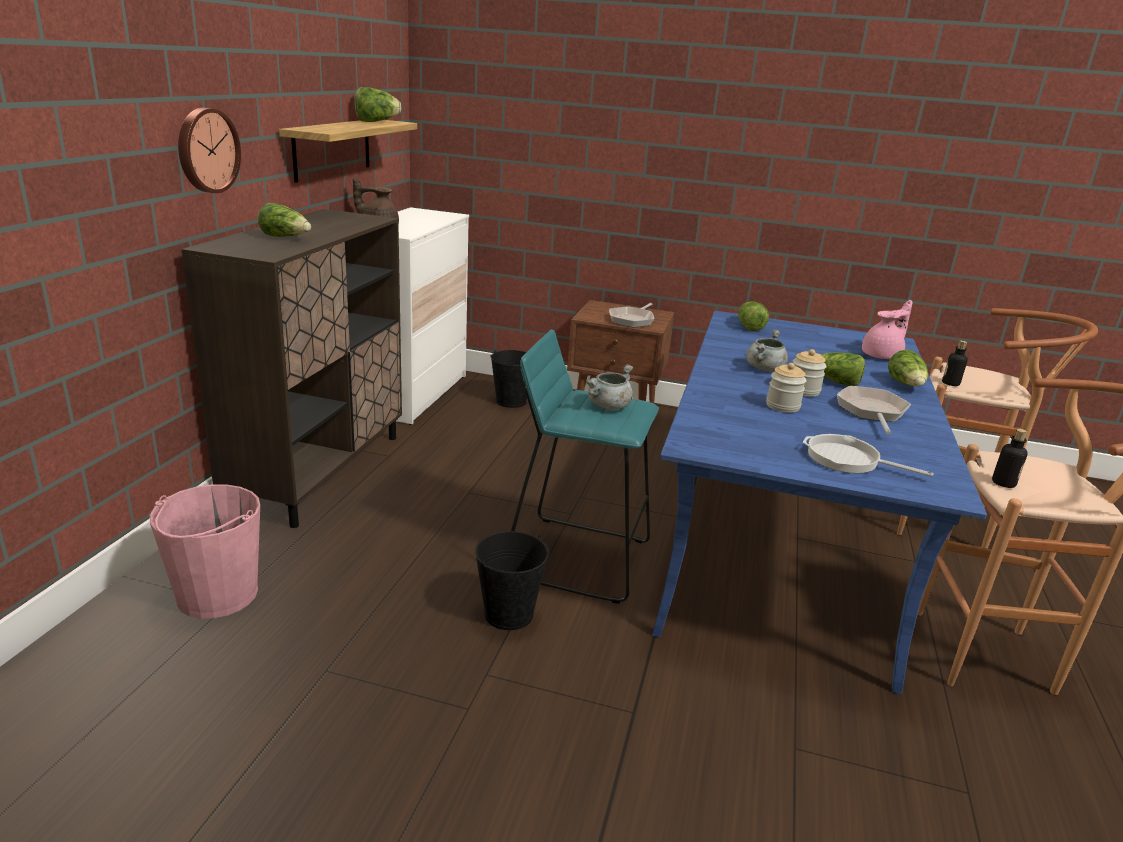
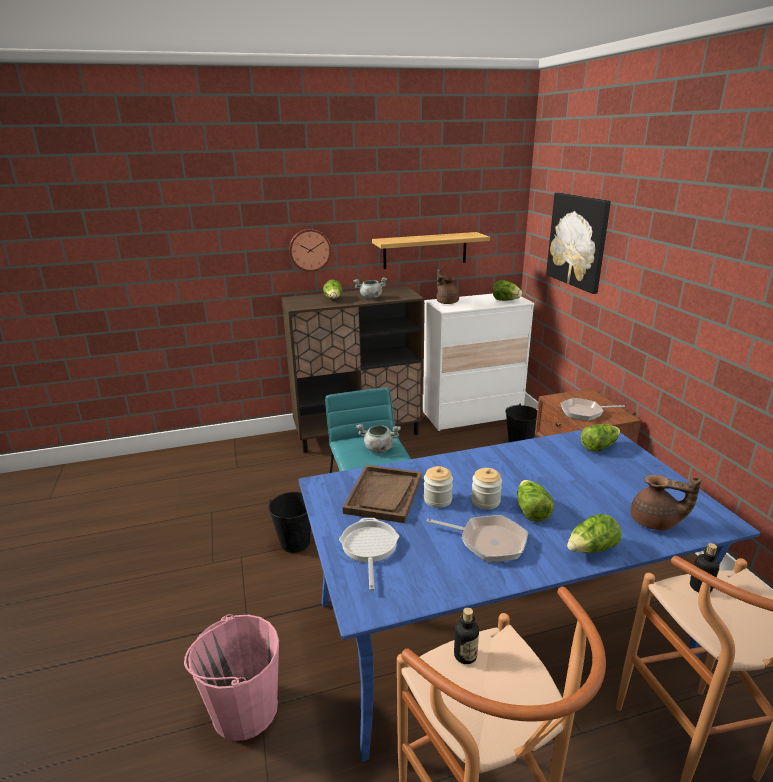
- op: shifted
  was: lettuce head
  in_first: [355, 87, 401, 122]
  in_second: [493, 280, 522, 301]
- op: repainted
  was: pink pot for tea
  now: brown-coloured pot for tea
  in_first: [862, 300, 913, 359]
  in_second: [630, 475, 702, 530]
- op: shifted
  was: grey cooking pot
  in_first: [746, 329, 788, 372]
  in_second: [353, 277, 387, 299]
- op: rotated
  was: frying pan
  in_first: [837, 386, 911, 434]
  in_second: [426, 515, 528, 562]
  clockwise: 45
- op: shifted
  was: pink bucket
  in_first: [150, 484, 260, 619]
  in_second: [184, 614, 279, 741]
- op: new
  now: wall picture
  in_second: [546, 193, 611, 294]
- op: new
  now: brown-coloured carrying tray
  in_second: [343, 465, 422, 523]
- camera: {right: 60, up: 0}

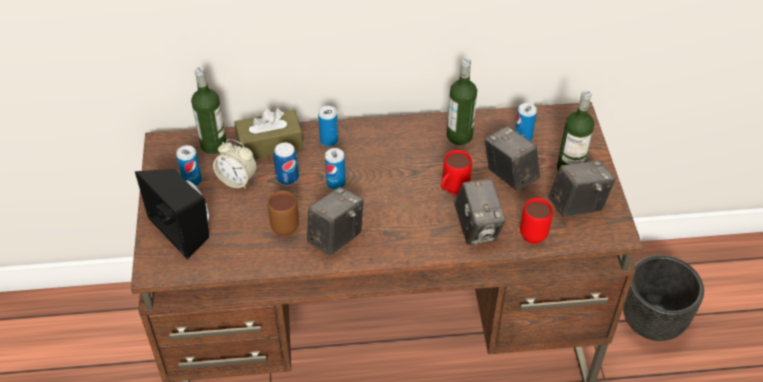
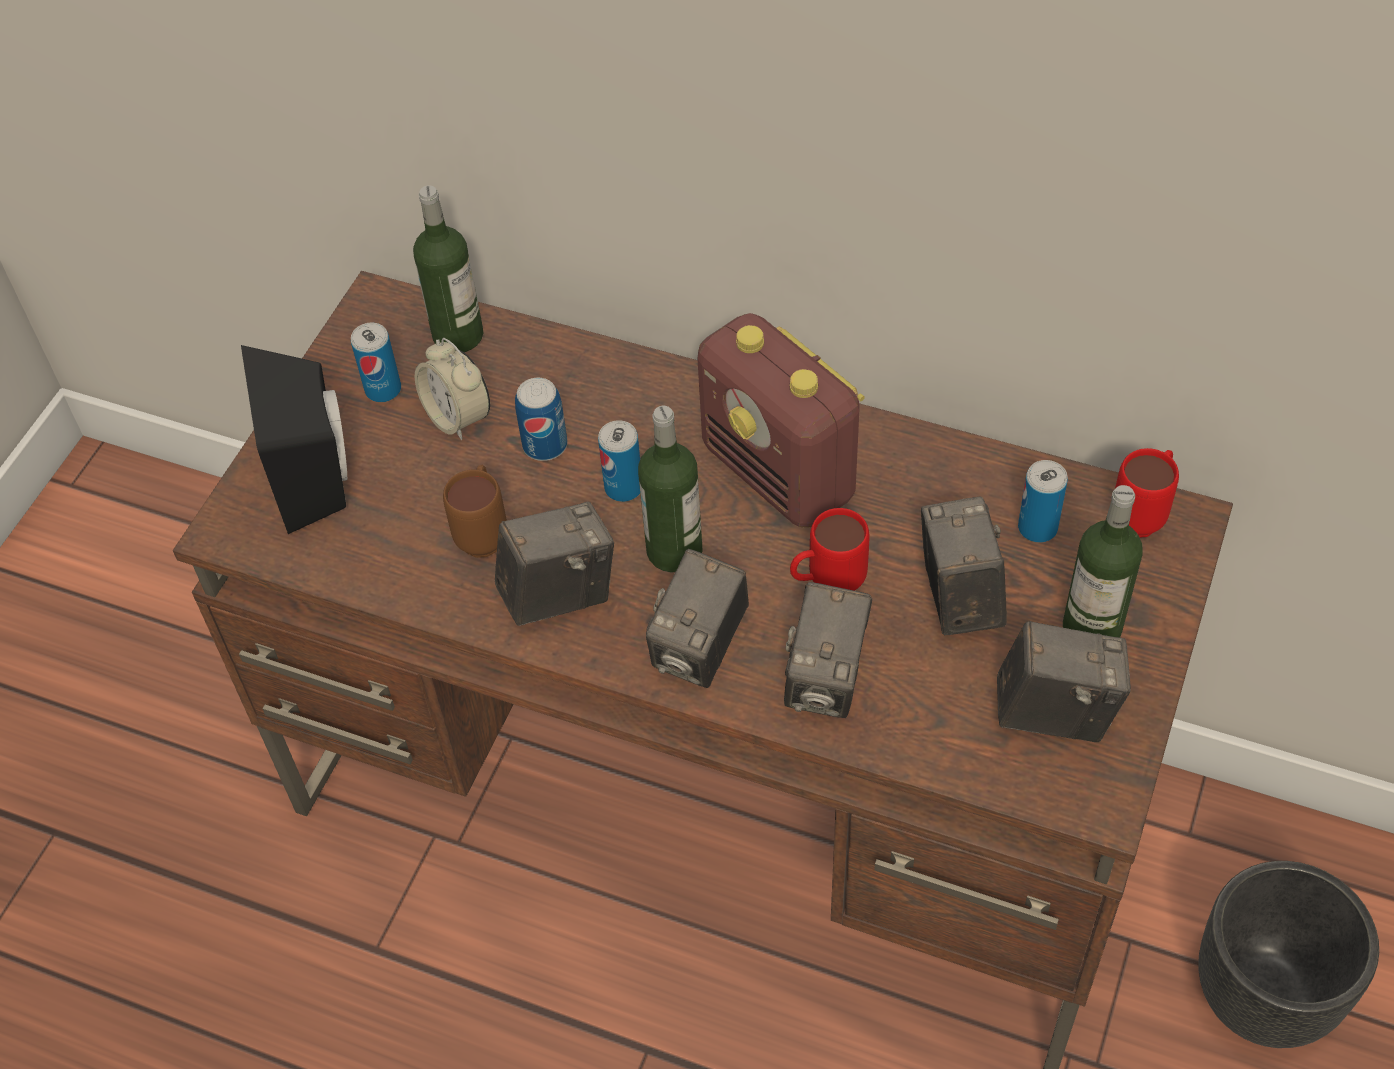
- op: shifted
  was: drink bottle
  in_first: [447, 58, 477, 145]
  in_second: [638, 406, 702, 572]
- op: gone
  was: metal can
  in_first: [318, 106, 338, 146]
- op: gone
  was: brown-coloured tissue box
  in_first: [235, 108, 303, 160]
- op: shifted
  was: red coffee mug
  in_first: [520, 196, 553, 244]
  in_second: [1115, 448, 1179, 538]
- op: new
  now: radio
  in_second: [697, 313, 865, 527]
- op: new
  now: photo camera
  in_second: [646, 549, 749, 688]
- camera: {right: 30, up: 5}

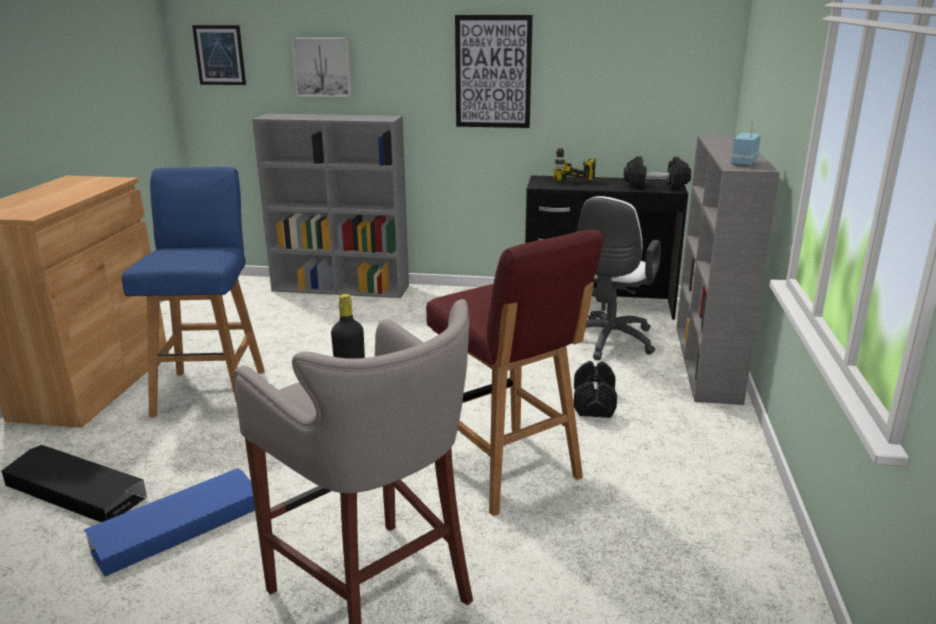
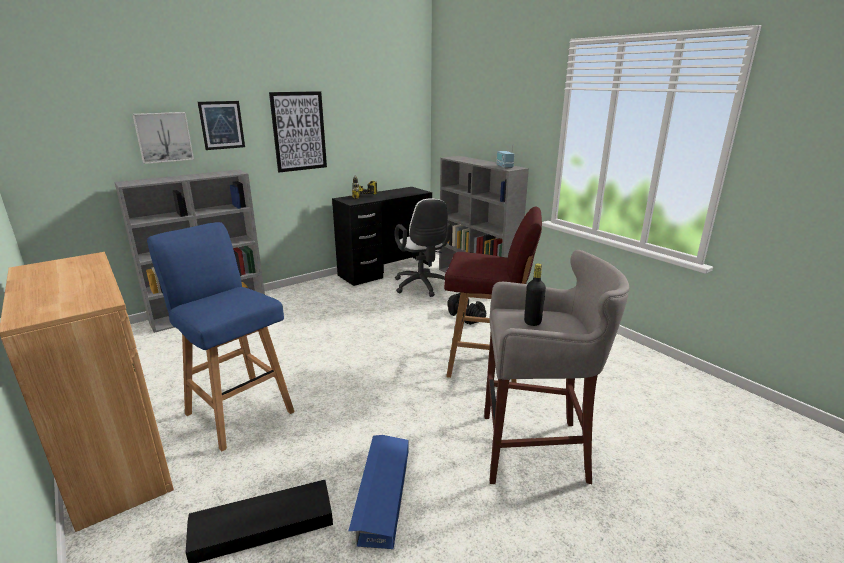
- op: shifted
  was: wall picture
  in_first: [192, 25, 246, 85]
  in_second: [198, 101, 245, 150]
- op: gone
  was: black-coloured dumbbell
  in_first: [624, 156, 691, 190]
- camera: {right: -45, up: 0}

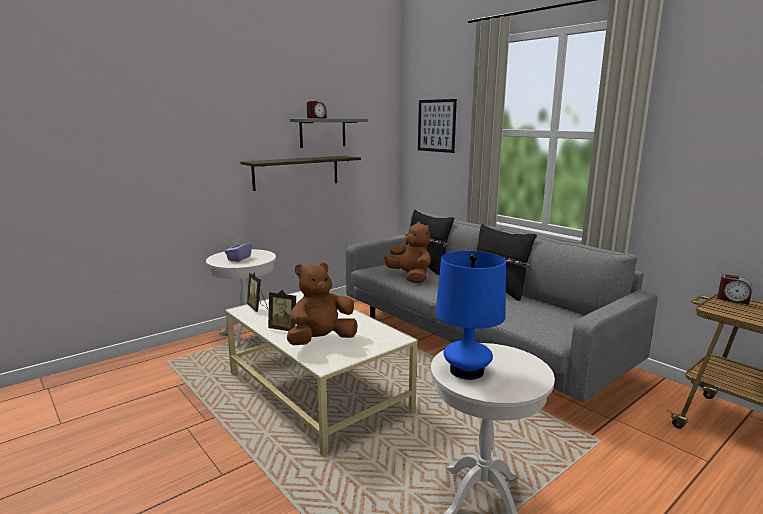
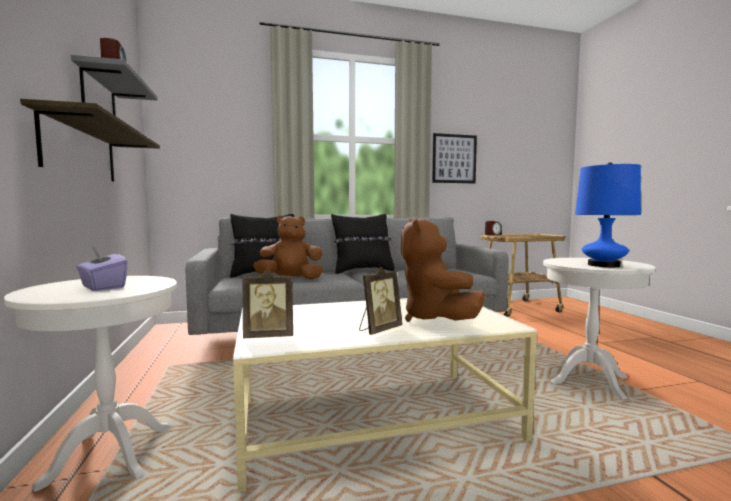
- op: shifted
  was: wall picture
  in_first: [418, 99, 457, 153]
  in_second: [432, 133, 477, 183]
- camera: {right: -65, up: -10}

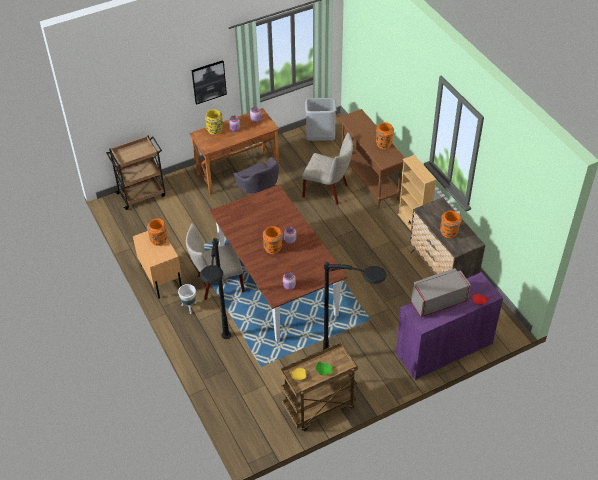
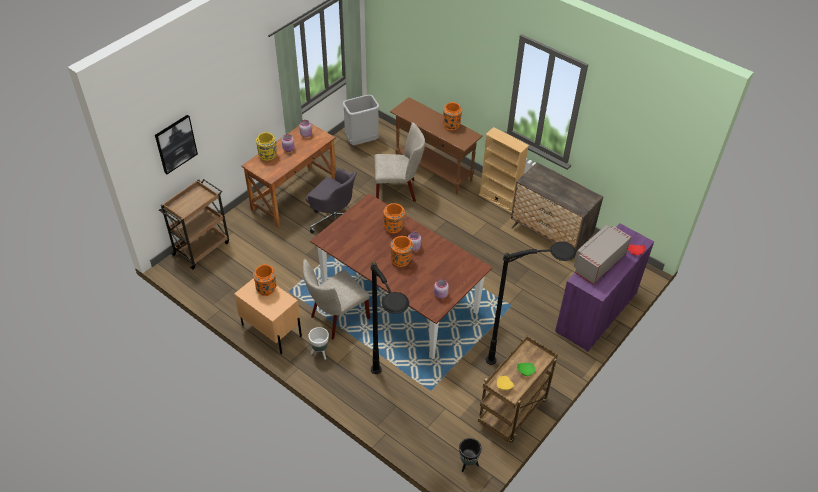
- op: shifted
  was: wall picture
  in_first: [191, 60, 227, 105]
  in_second: [155, 115, 198, 174]
- op: shifted
  was: orange-coloured decorative vase
  in_first: [440, 211, 461, 238]
  in_second: [383, 203, 405, 233]
- op: new
  now: black-coloured planter
  in_second: [459, 438, 482, 472]
- camera: {right: -25, up: 0}

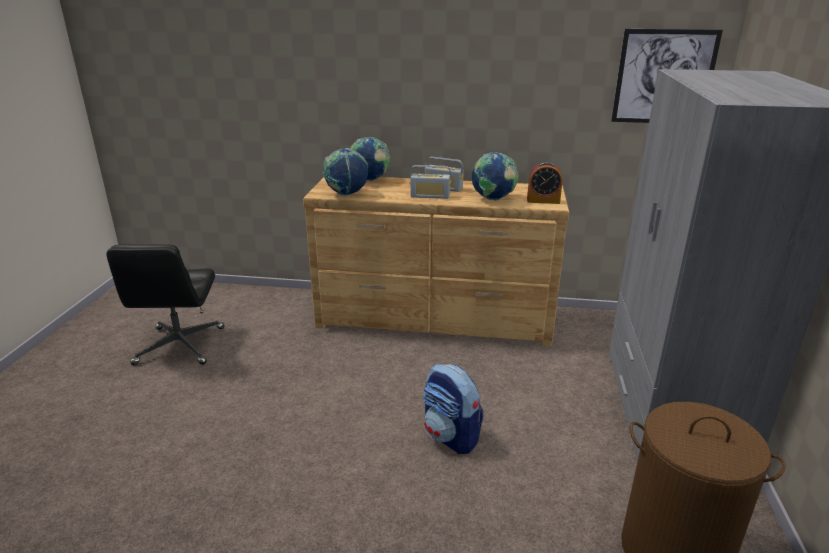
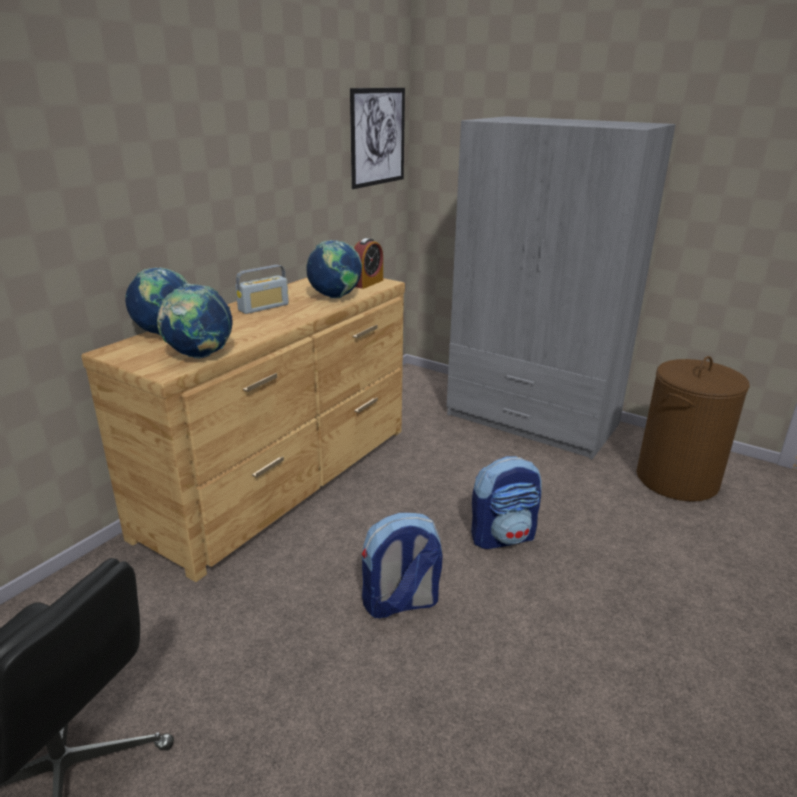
- op: gone
  was: radio
  in_first: [410, 165, 451, 199]
- op: new
  now: rucksack
  in_second: [362, 513, 443, 618]
- camera: {right: -65, up: 0}

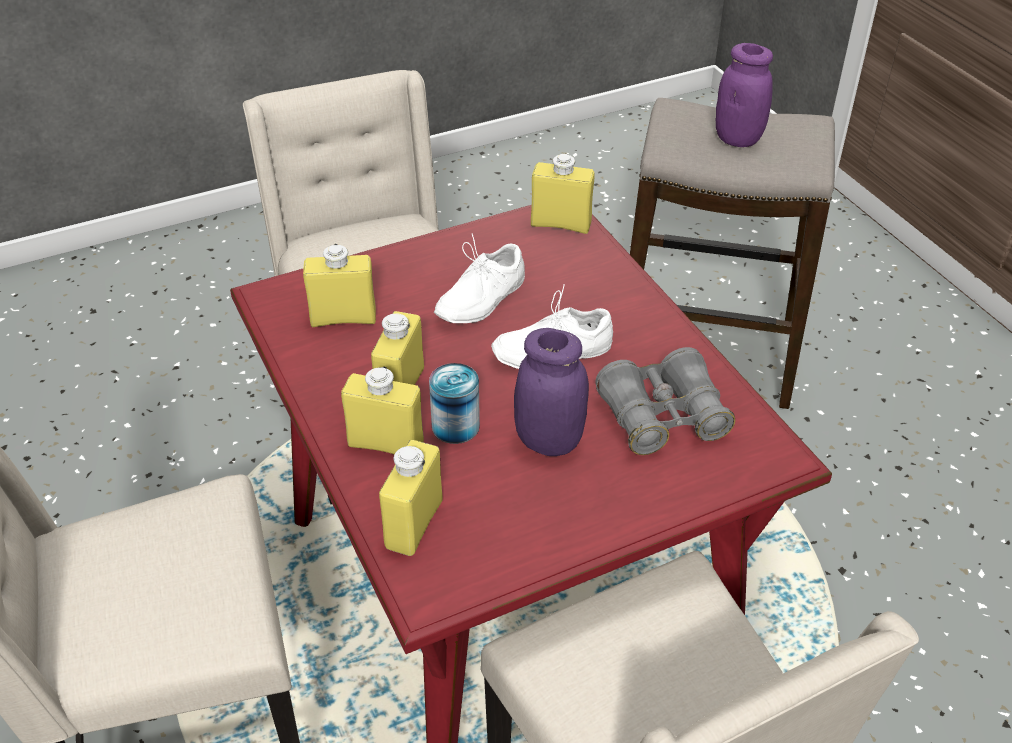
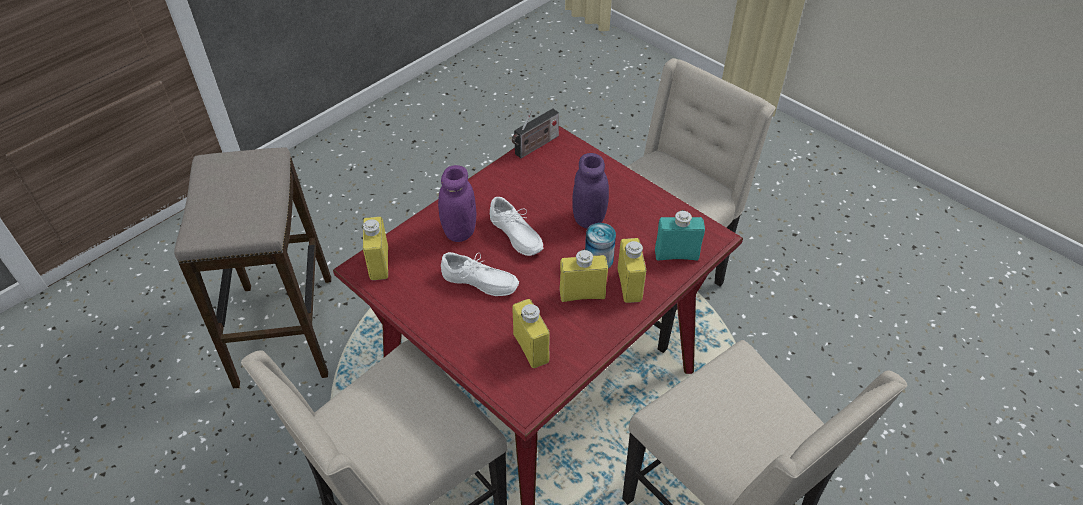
- op: shifted
  was: purplish jar
  in_first: [716, 43, 773, 147]
  in_second: [438, 165, 476, 242]
- op: gone
  was: grey field glasses
  in_first: [595, 347, 735, 455]
- op: repainted
  was: yellowish drink bottle
  now: turquoise drink bottle
  in_first: [379, 440, 443, 556]
  in_second: [655, 210, 705, 261]
- op: new
  now: radio
  in_second: [512, 109, 559, 158]
- camera: {right: -110, up: 5}

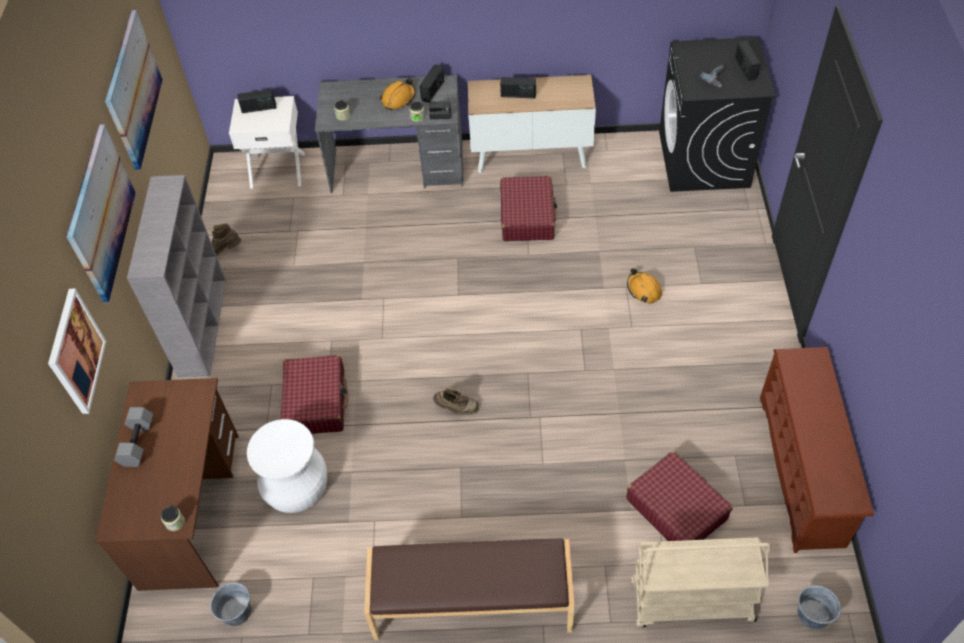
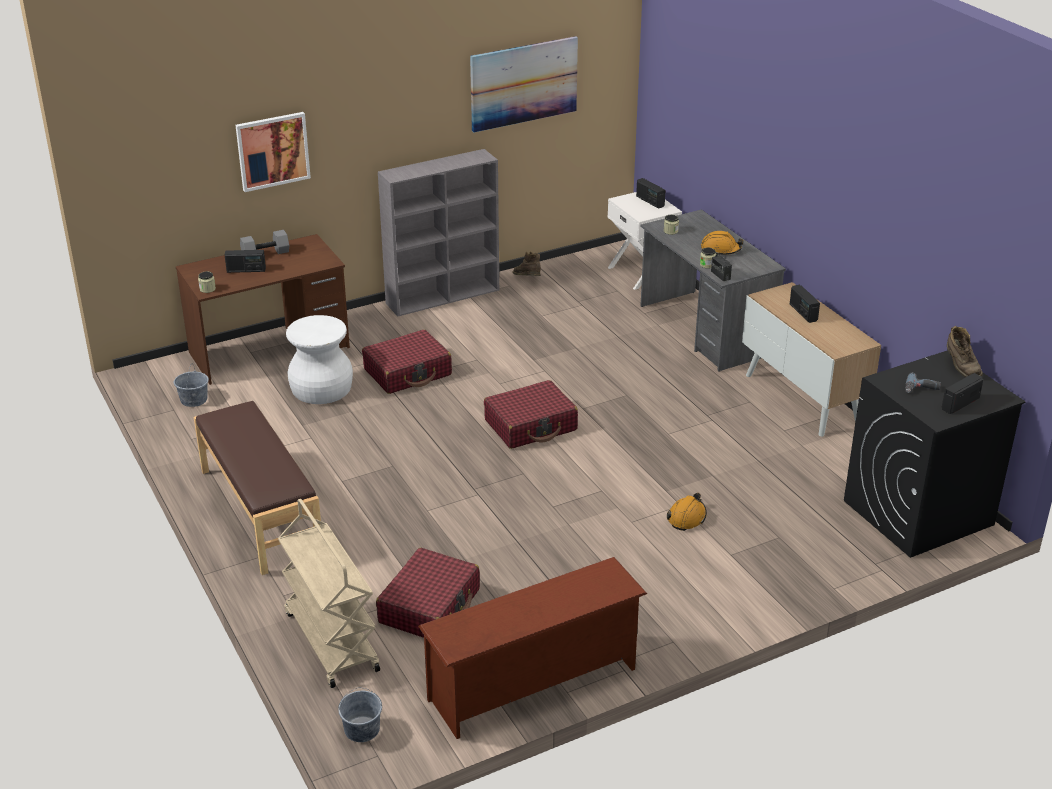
- op: shifted
  was: radio
  in_first: [419, 64, 444, 103]
  in_second: [224, 250, 266, 273]
- op: gone
  was: wall picture
  in_first: [66, 124, 136, 303]
- op: shifted
  was: red piece of luggage
  in_first: [500, 176, 557, 241]
  in_second: [484, 380, 578, 449]
- op: shifted
  was: brown-coloured boot
  in_first: [433, 387, 479, 415]
  in_second: [947, 326, 983, 377]
- camera: {right: 60, up: -20}

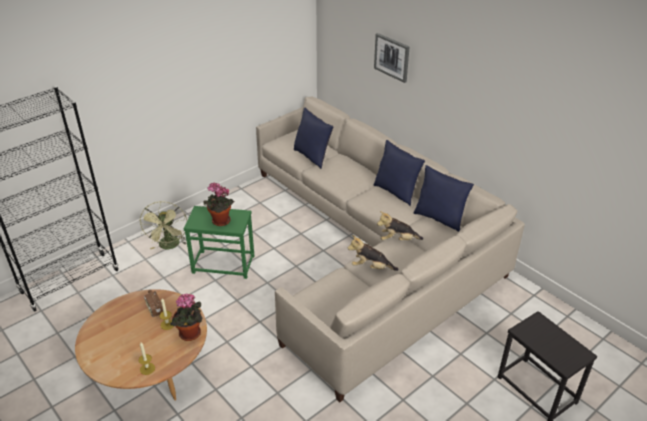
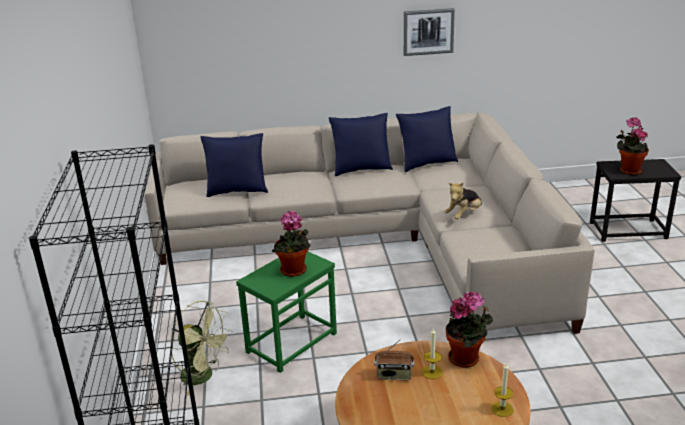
- op: shifted
  was: wall picture
  in_first: [374, 33, 410, 83]
  in_second: [404, 8, 455, 56]
- op: gone
  was: plush toy
  in_first: [377, 211, 423, 240]
- op: new
  now: plant in a pot
  in_second: [616, 117, 649, 175]
- camera: {right: -55, up: -10}

